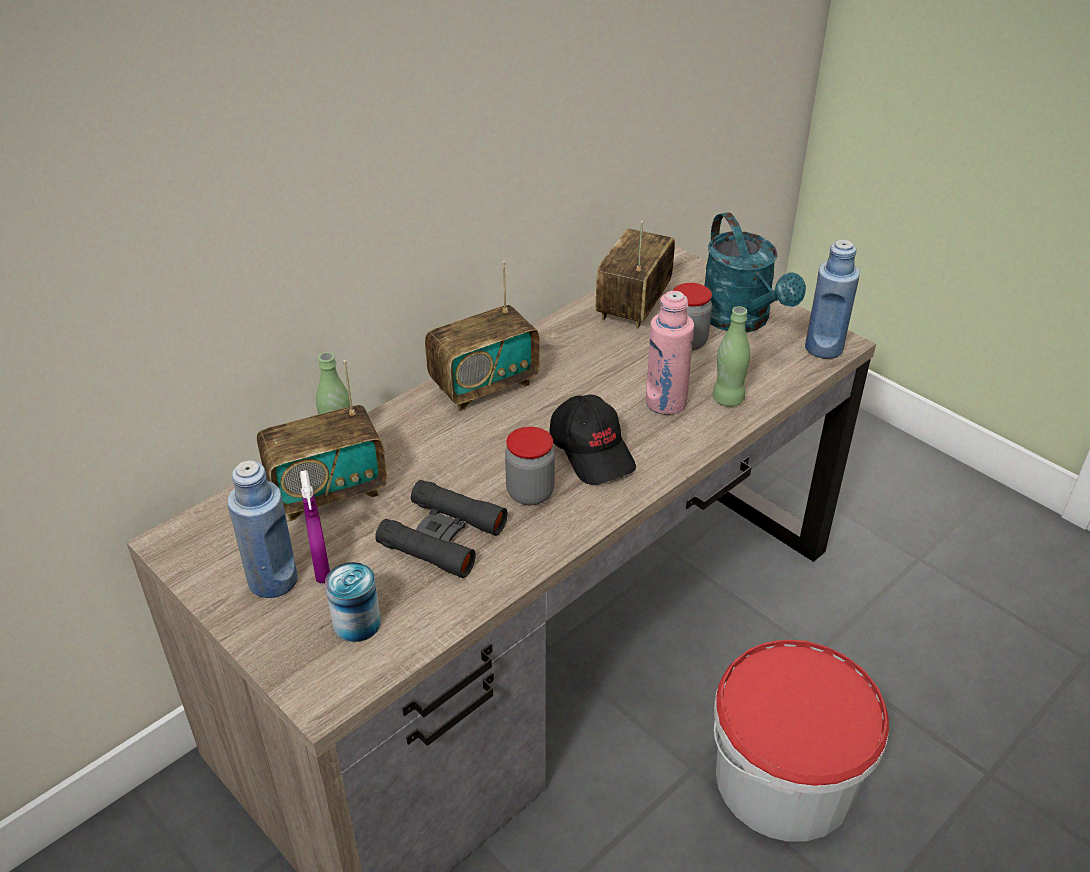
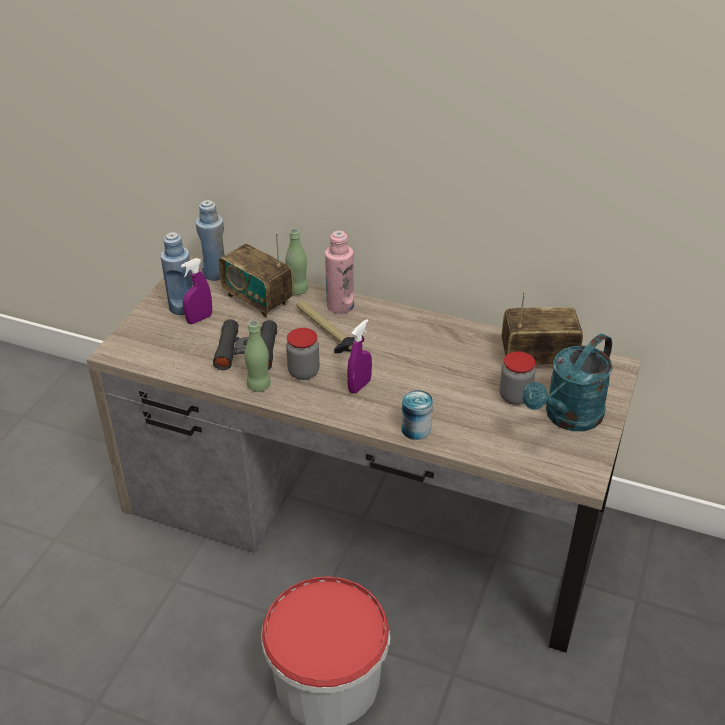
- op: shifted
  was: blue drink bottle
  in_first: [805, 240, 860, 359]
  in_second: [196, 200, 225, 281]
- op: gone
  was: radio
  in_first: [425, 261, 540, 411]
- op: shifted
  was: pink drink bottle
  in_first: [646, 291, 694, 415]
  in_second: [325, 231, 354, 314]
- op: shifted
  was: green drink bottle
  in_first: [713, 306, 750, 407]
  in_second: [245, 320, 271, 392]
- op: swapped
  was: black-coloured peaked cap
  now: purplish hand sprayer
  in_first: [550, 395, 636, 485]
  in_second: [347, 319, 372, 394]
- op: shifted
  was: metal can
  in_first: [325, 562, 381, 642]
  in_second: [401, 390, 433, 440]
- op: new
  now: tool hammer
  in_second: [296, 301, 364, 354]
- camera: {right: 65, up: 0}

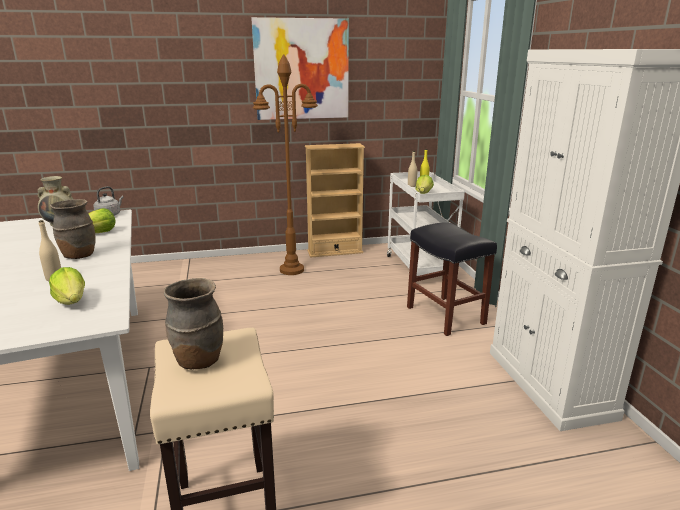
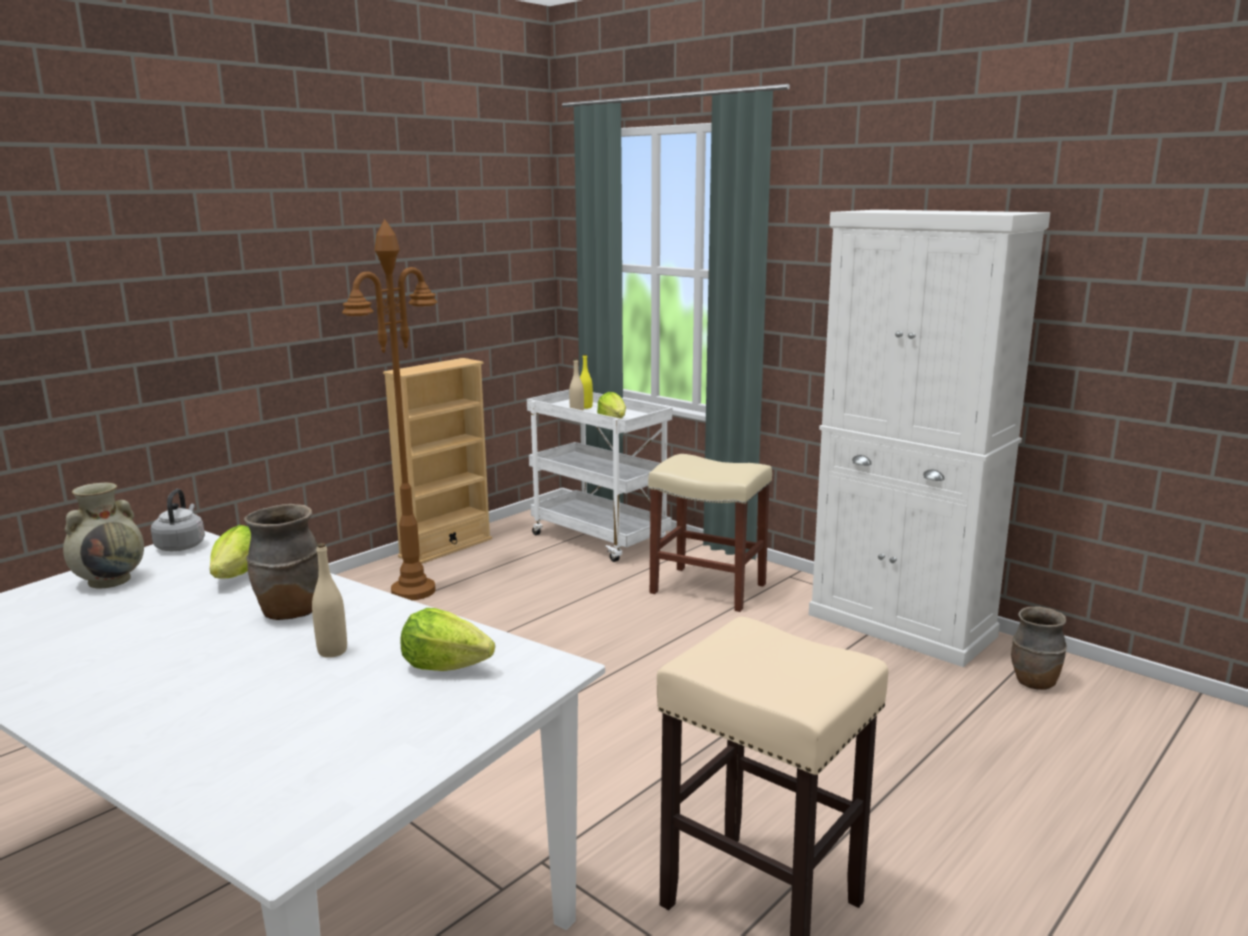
- op: gone
  was: wall picture
  in_first: [251, 17, 349, 120]
- op: repainted
  was: black-coloured sitting stool
  now: beige-coloured sitting stool
  in_first: [407, 222, 497, 336]
  in_second: [648, 454, 772, 612]
- op: shifted
  was: brown-coloured decorative vase
  in_first: [164, 278, 223, 369]
  in_second: [1011, 607, 1067, 689]
- camera: {right: -35, up: -5}

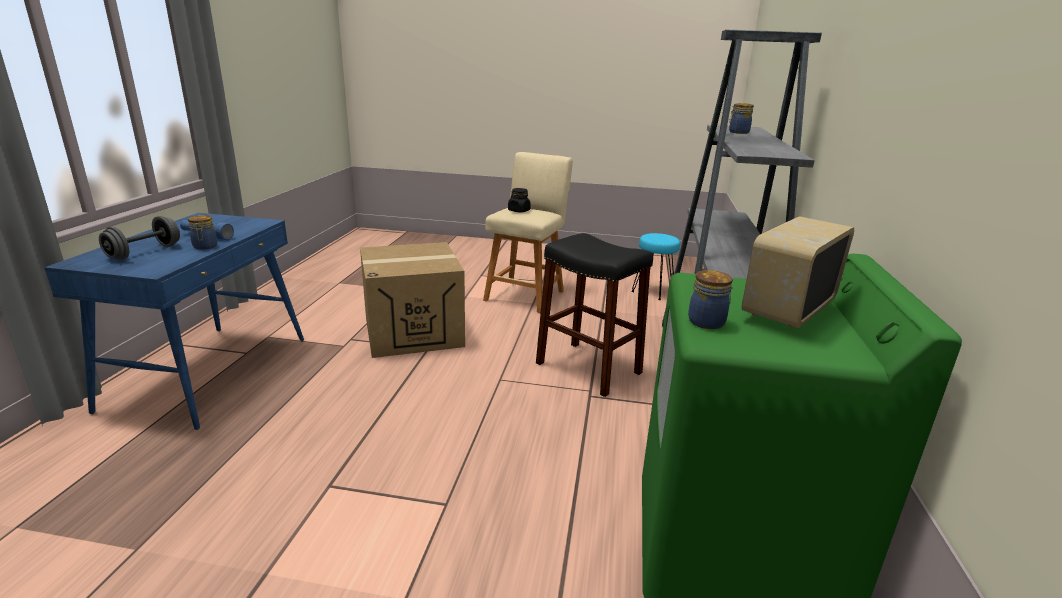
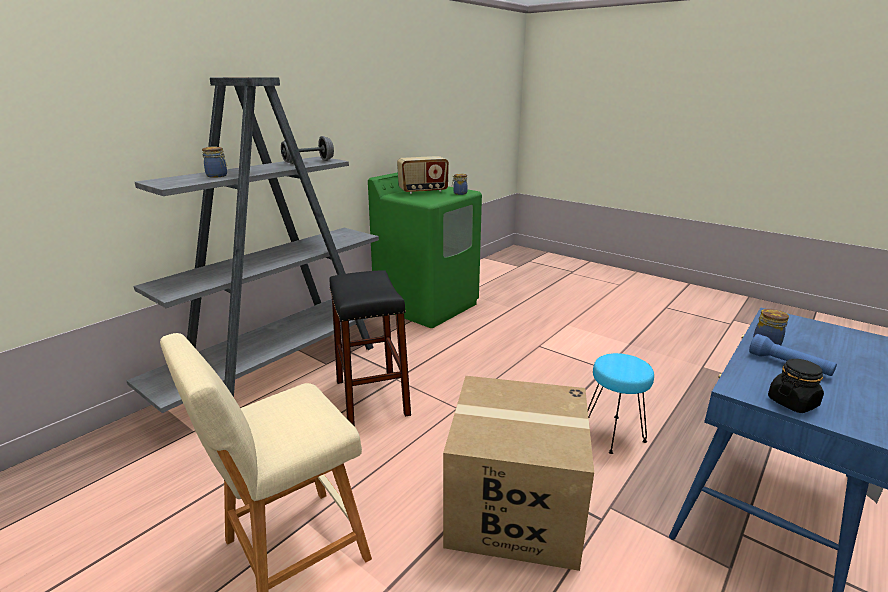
- op: shifted
  was: black-coloured jar
  in_first: [508, 188, 531, 212]
  in_second: [768, 359, 824, 413]
- op: shifted
  was: grey dumbbell
  in_first: [99, 216, 180, 260]
  in_second: [281, 136, 334, 164]
- op: shifted
  was: turquoise sitting stool
  in_first: [631, 233, 680, 300]
  in_second: [588, 353, 654, 454]
- camera: {right: -150, up: 0}

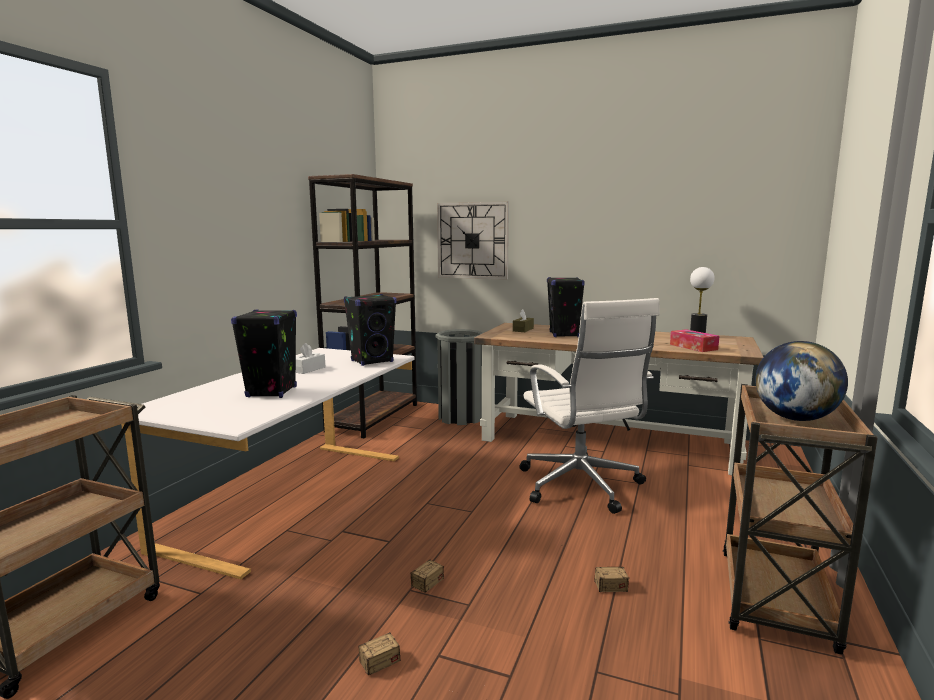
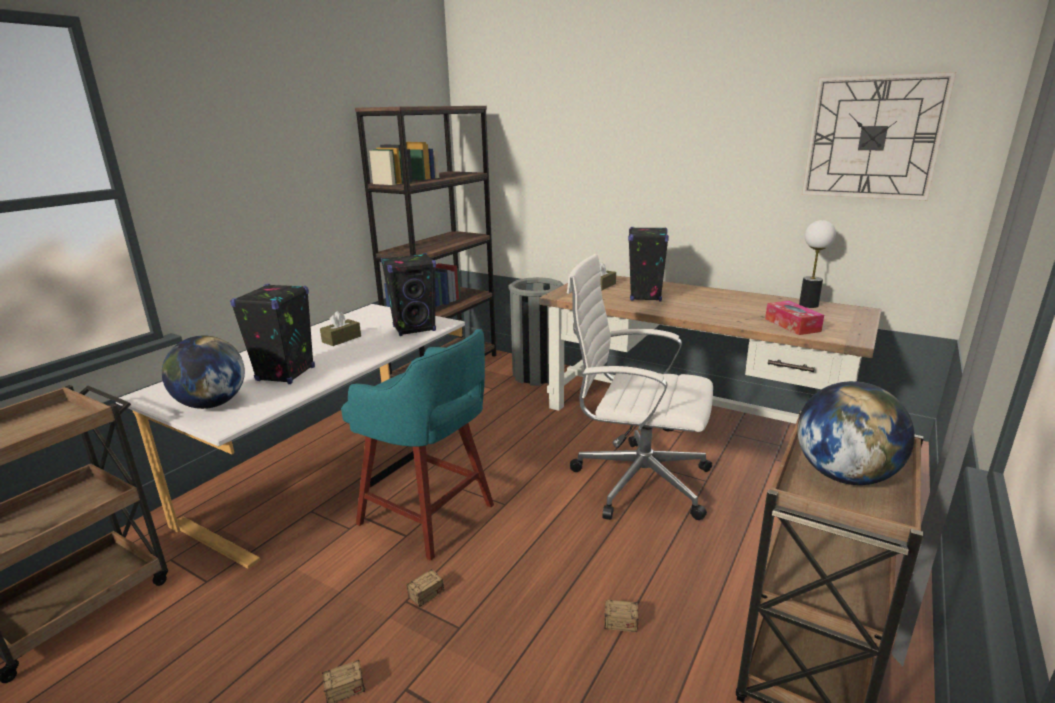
- op: shifted
  was: wall clock
  in_first: [437, 202, 509, 280]
  in_second: [801, 72, 956, 201]
- op: rotated
  was: white-coloured desk chair
  in_first: [519, 298, 660, 514]
  in_second: [567, 254, 713, 520]
  clockwise: 120
- op: repainted
  was: white-coloured tissue box
  now: brown-coloured tissue box
  in_first: [296, 343, 325, 374]
  in_second: [320, 311, 361, 346]
- op: new
  now: turquoise sitting stool
  in_second: [341, 329, 494, 561]
- op: new
  now: desk globe
  in_second: [162, 336, 245, 409]
- camera: {right: 10, up: 10}

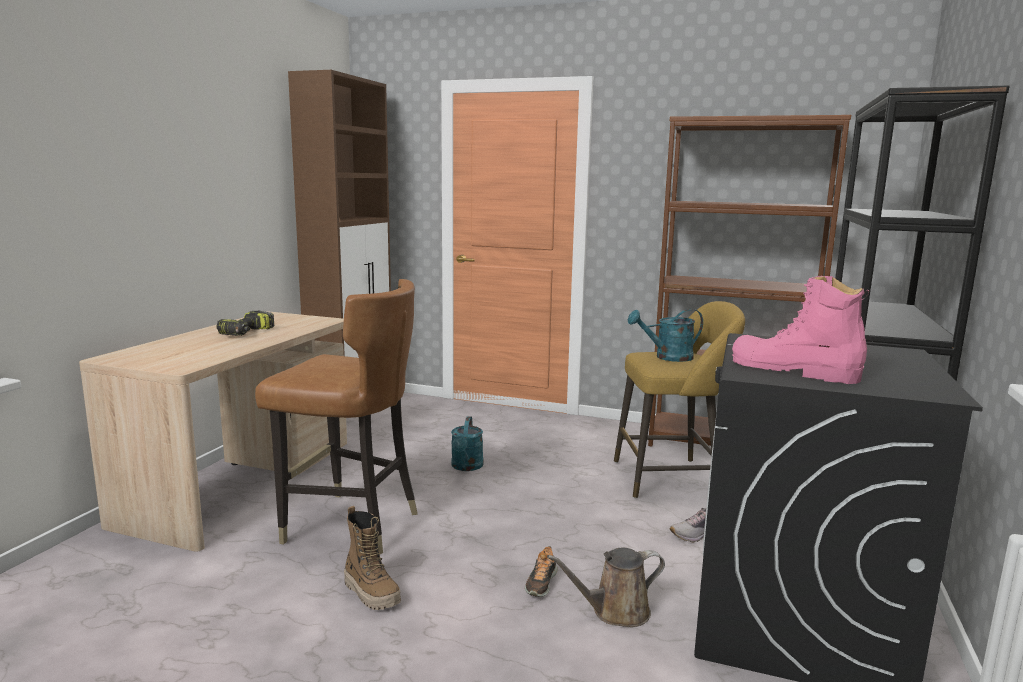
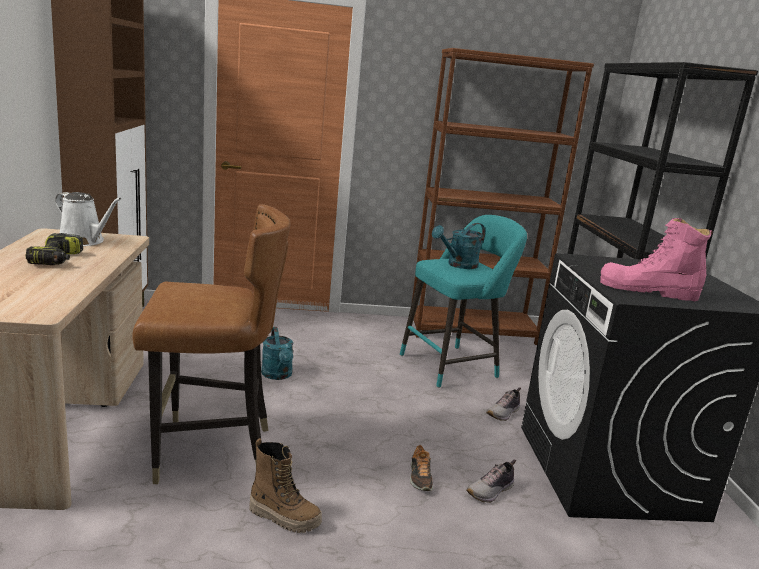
- op: repainted
  was: yellowish sitting stool
  now: turquoise sitting stool
  in_first: [614, 301, 745, 498]
  in_second: [400, 215, 527, 388]
- op: swapped
  was: brown-coloured sprinkling can
  now: shoe
  in_first: [547, 547, 665, 627]
  in_second: [466, 459, 516, 503]
- op: new
  now: white-coloured sprinkling can
  in_second: [55, 192, 121, 246]
- camera: {right: -25, up: 5}

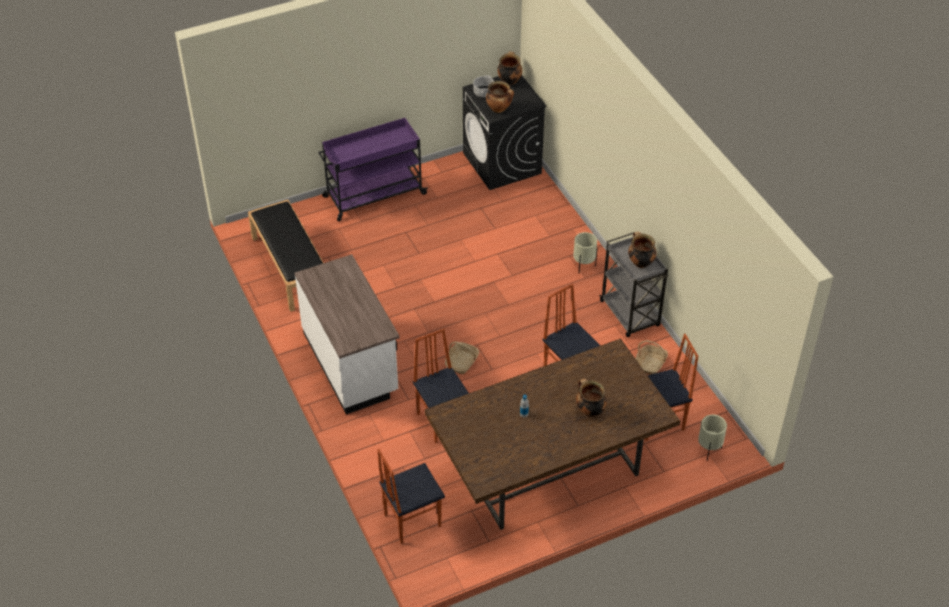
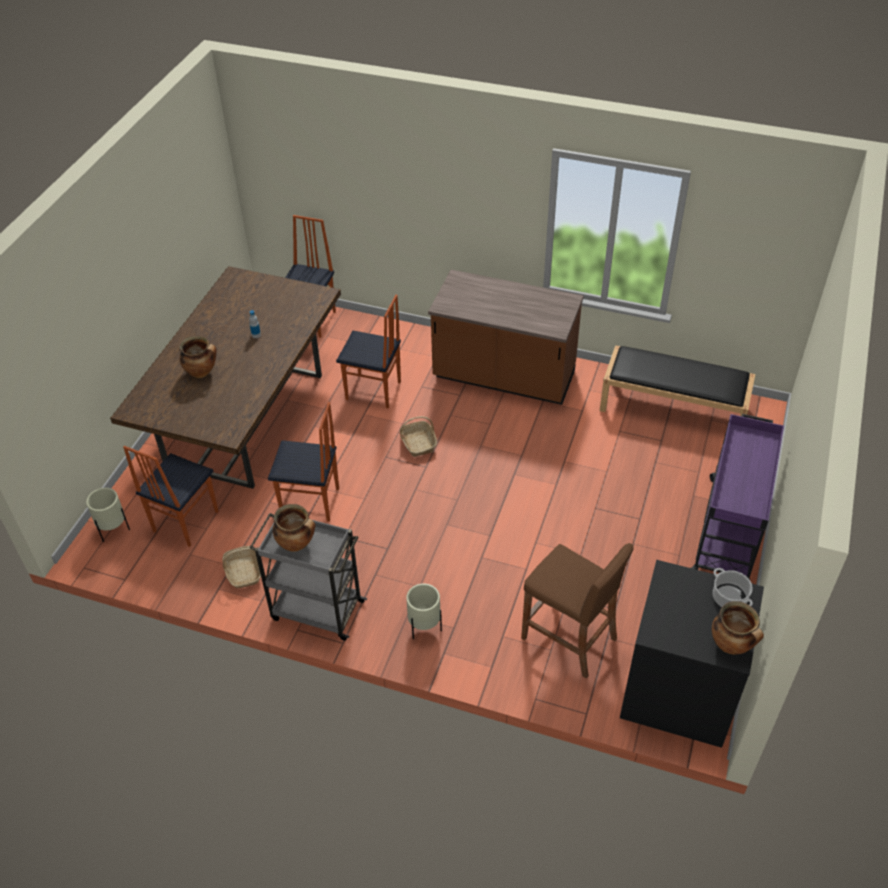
- op: gone
  was: cooking pot
  in_first: [486, 81, 514, 113]
- op: repainted
  was: white-coloured kitchen counter
  now: brown-coloured kitchen counter
  in_first: [295, 254, 400, 415]
  in_second: [428, 270, 584, 405]
- op: new
  now: brown-coloured sitting stool
  in_second: [521, 543, 634, 679]
- camera: {right: 135, up: 0}

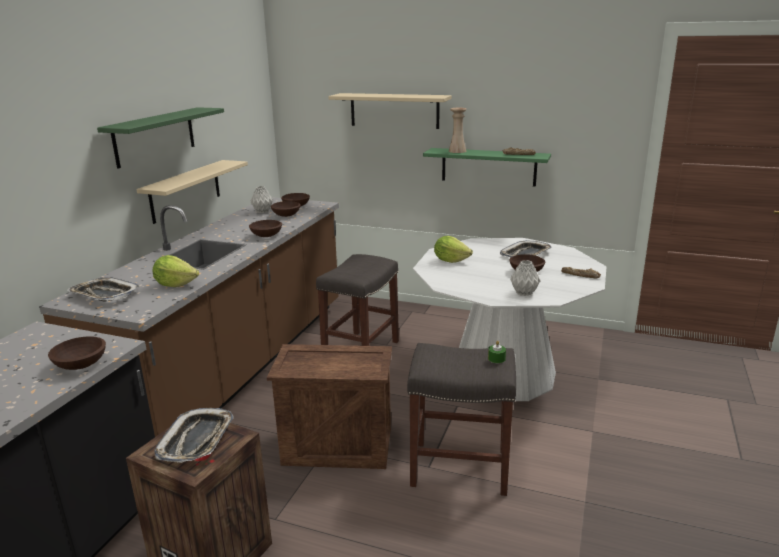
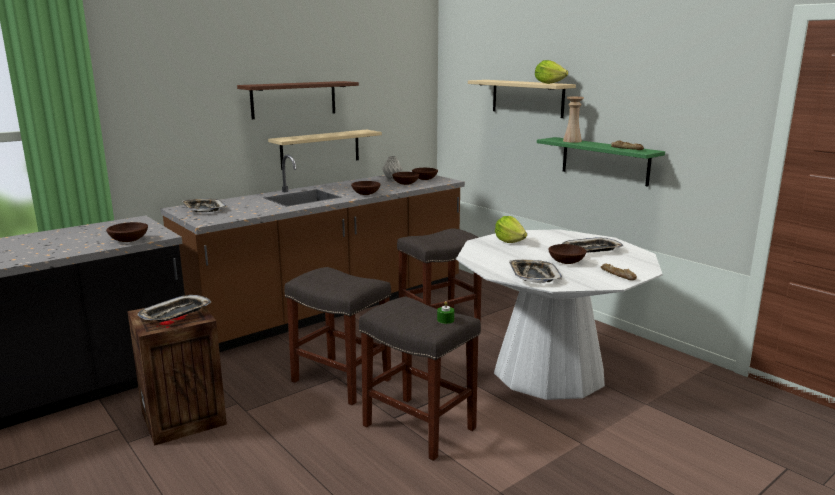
- op: repainted
  was: green bracket shelf
  now: brown-coloured bracket shelf
  in_first: [97, 107, 224, 169]
  in_second: [237, 81, 359, 119]
- op: shifted
  was: lettuce head
  in_first: [152, 255, 199, 287]
  in_second: [535, 60, 568, 84]
- op: swapped
  was: grey decorative vase
  now: carrying tray
  in_first: [510, 260, 541, 296]
  in_second: [509, 260, 562, 283]
- op: swapped
  was: shipping crate
  now: grey sitting stool
  in_first: [267, 344, 392, 469]
  in_second: [284, 267, 391, 405]
- camera: {right: 30, up: -5}

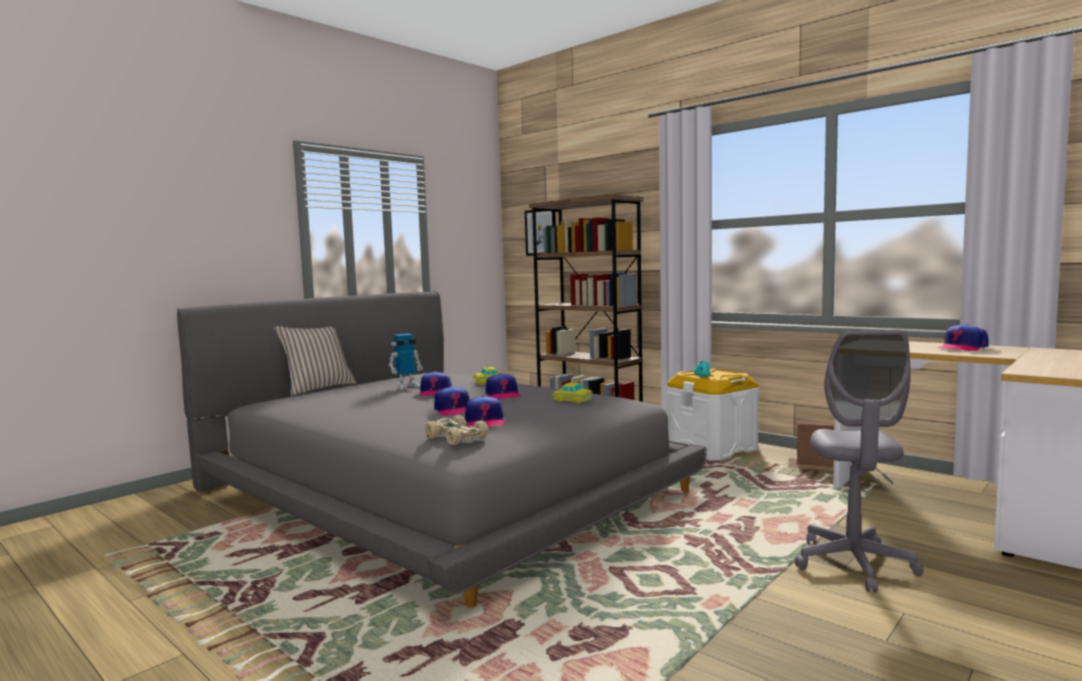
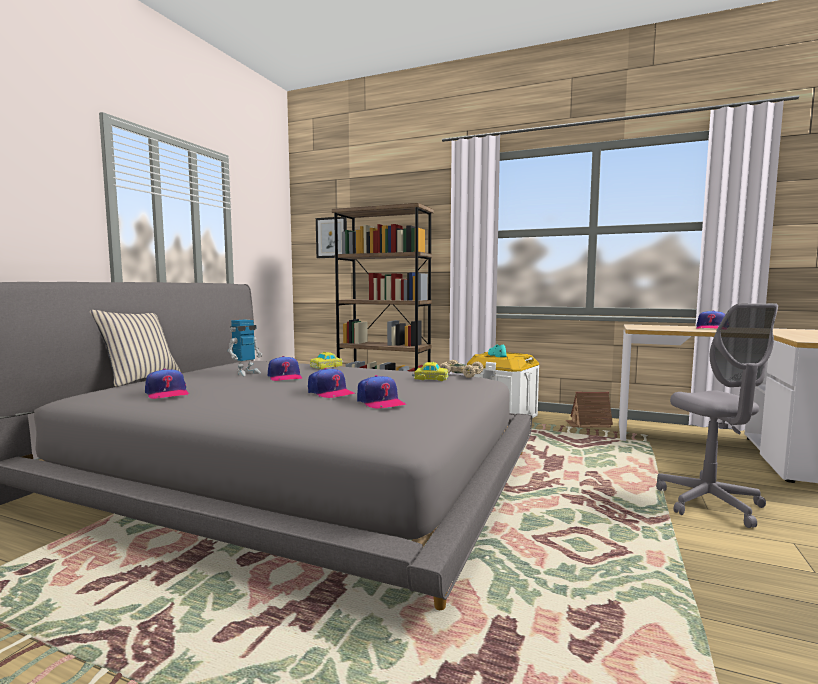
- op: shifted
  was: peaked cap
  in_first: [486, 373, 521, 399]
  in_second: [145, 369, 189, 399]
- op: shifted
  was: beige-coloured toy car
  in_first: [425, 415, 488, 445]
  in_second: [438, 360, 484, 378]
- camera: {right: -20, up: 0}

